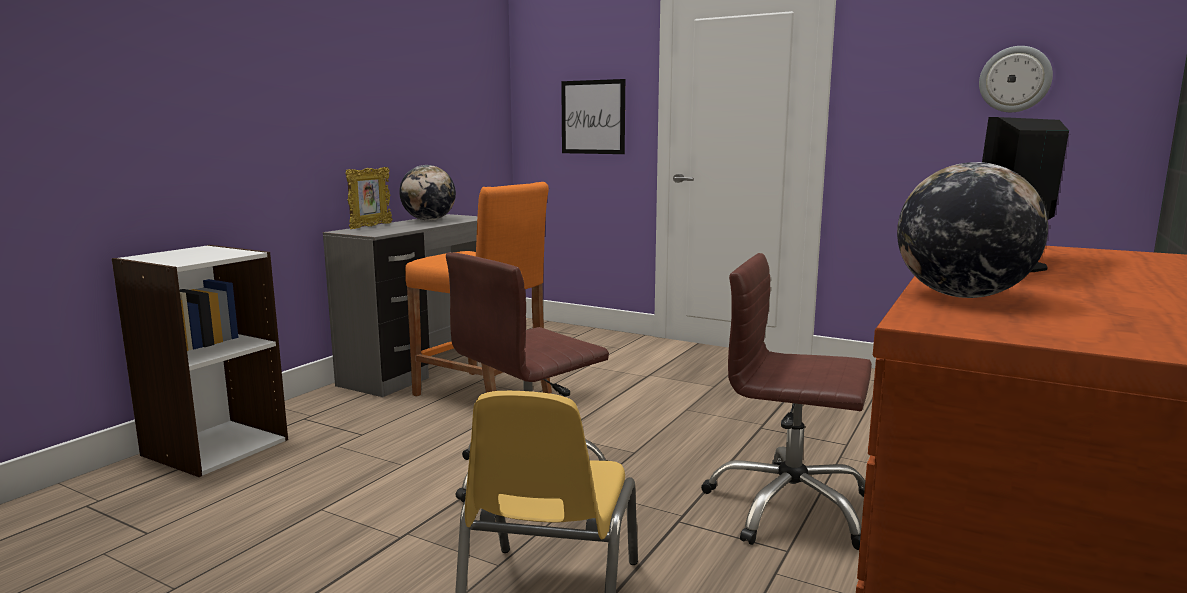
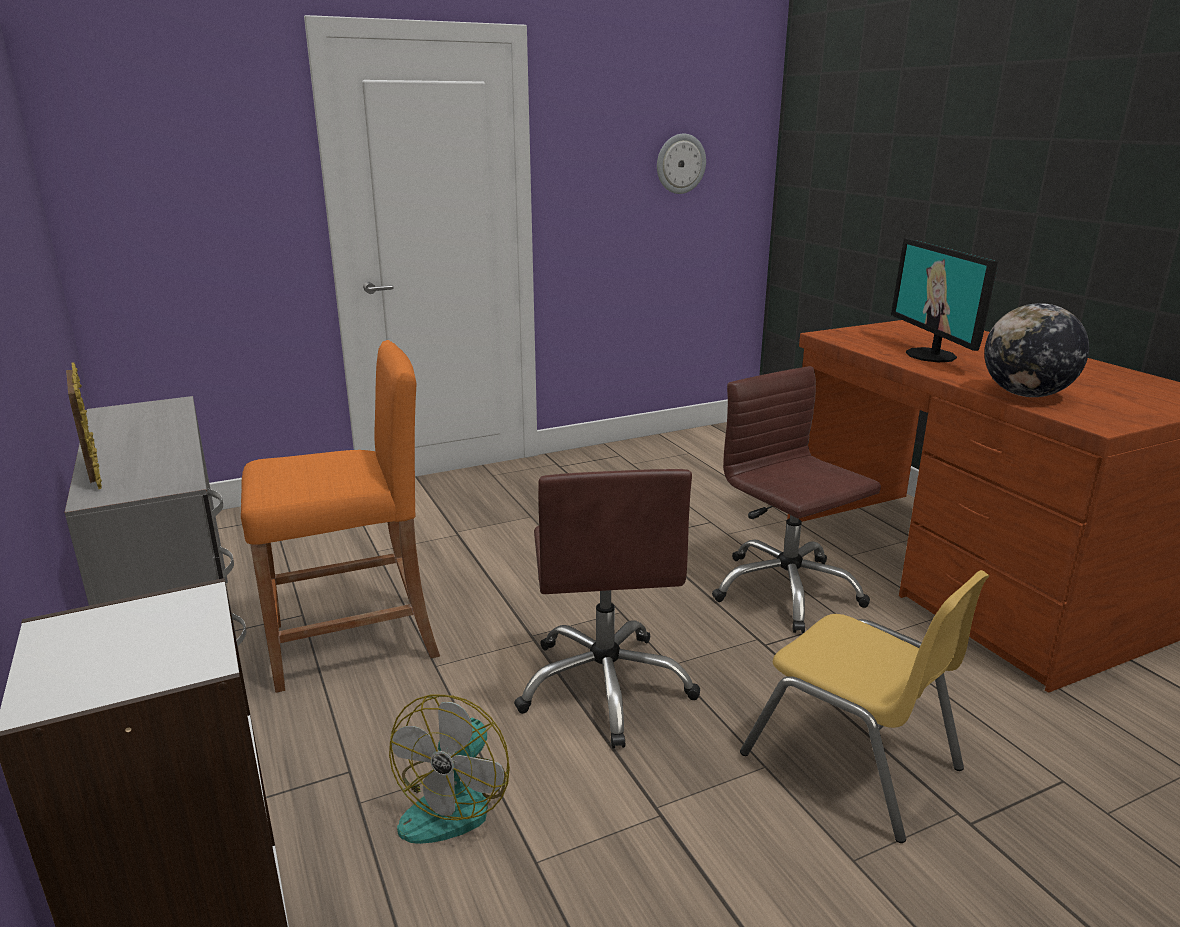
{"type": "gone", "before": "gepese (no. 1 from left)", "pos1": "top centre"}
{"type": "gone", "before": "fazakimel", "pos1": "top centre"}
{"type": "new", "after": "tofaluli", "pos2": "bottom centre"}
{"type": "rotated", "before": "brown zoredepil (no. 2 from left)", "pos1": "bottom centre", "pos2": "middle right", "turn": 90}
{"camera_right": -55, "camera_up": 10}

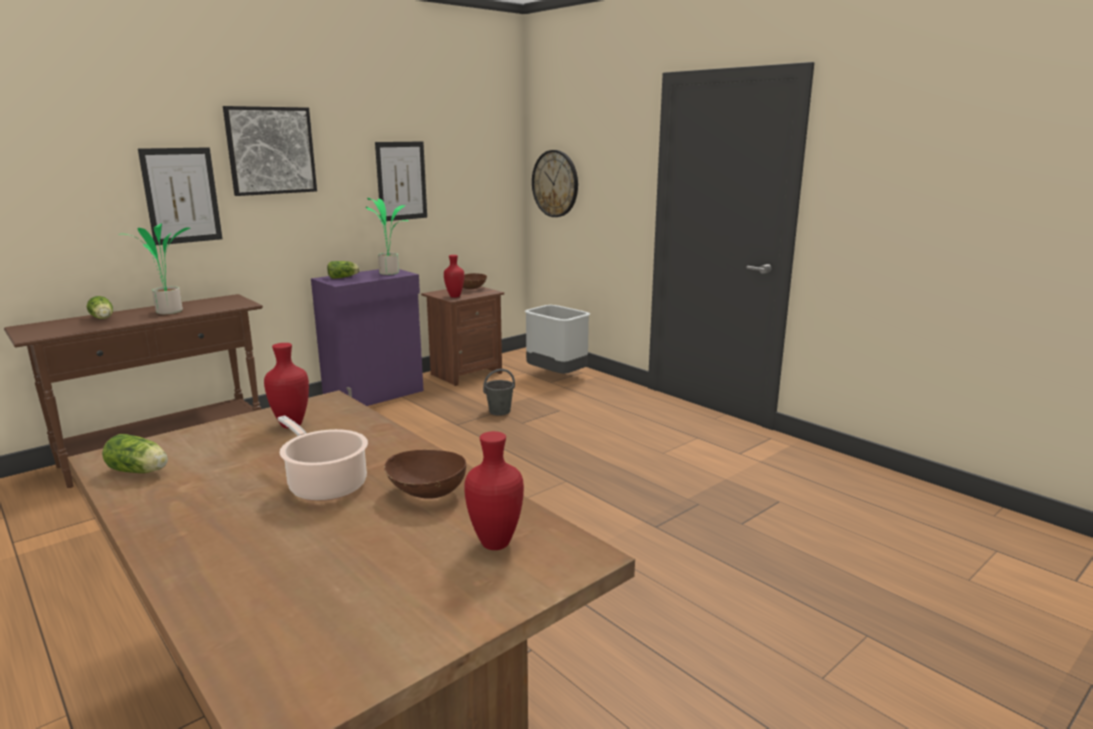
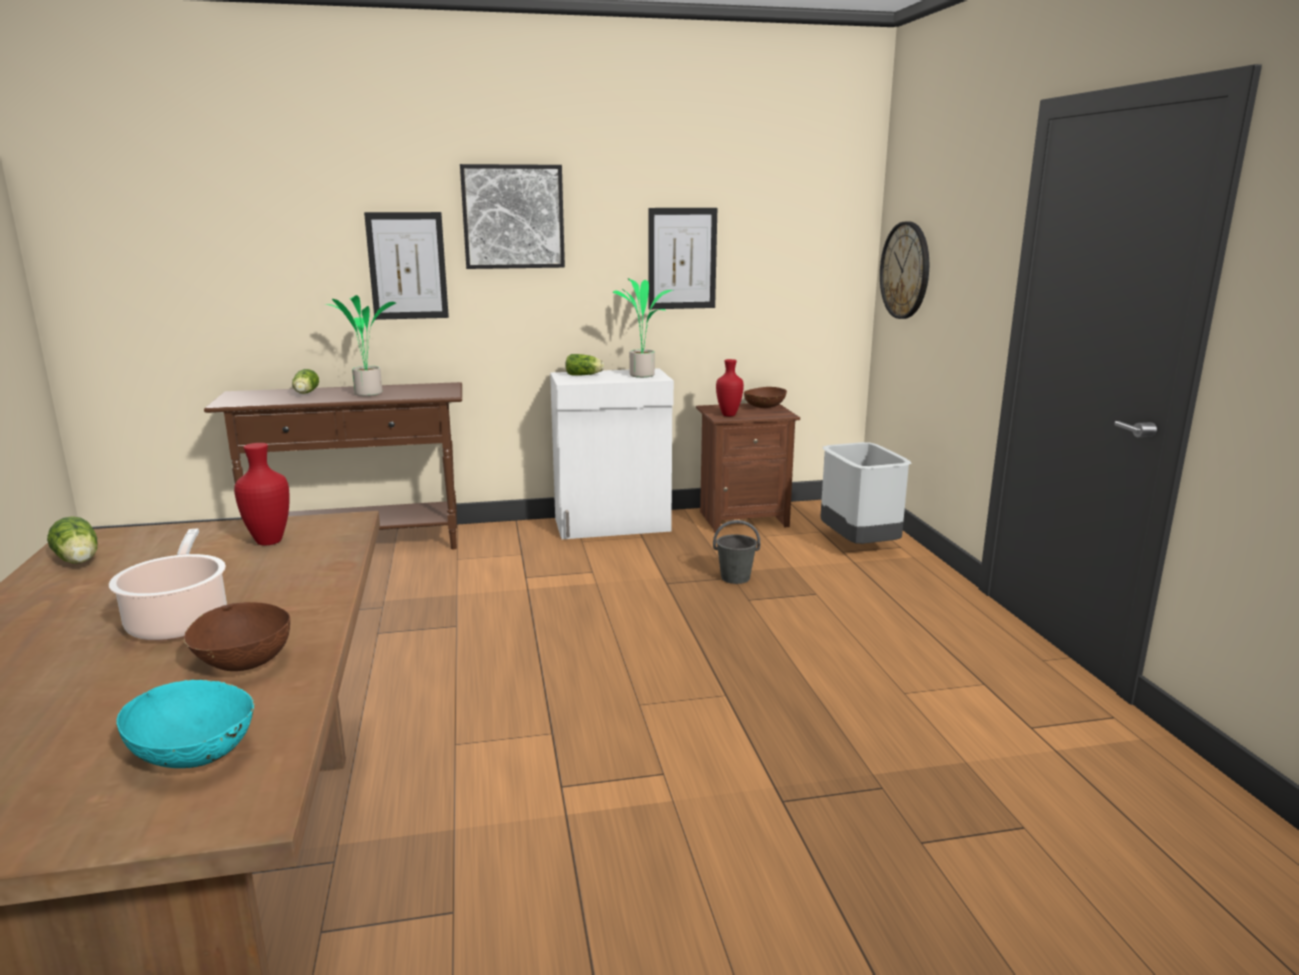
{"type": "swapped", "before": "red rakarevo (no. 3 from left)", "after": "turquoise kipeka", "pos1": "bottom centre", "pos2": "bottom left"}
{"type": "repainted", "before": "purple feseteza", "after": "white feseteza", "pos1": "centre", "pos2": "centre"}
{"camera_right": 30, "camera_up": 0}

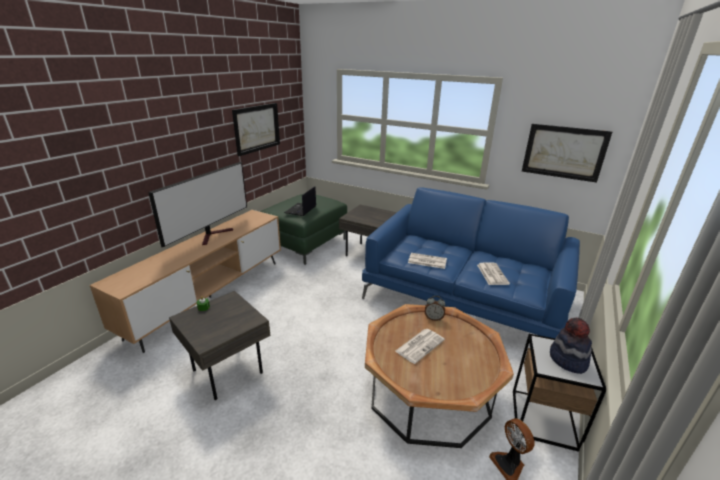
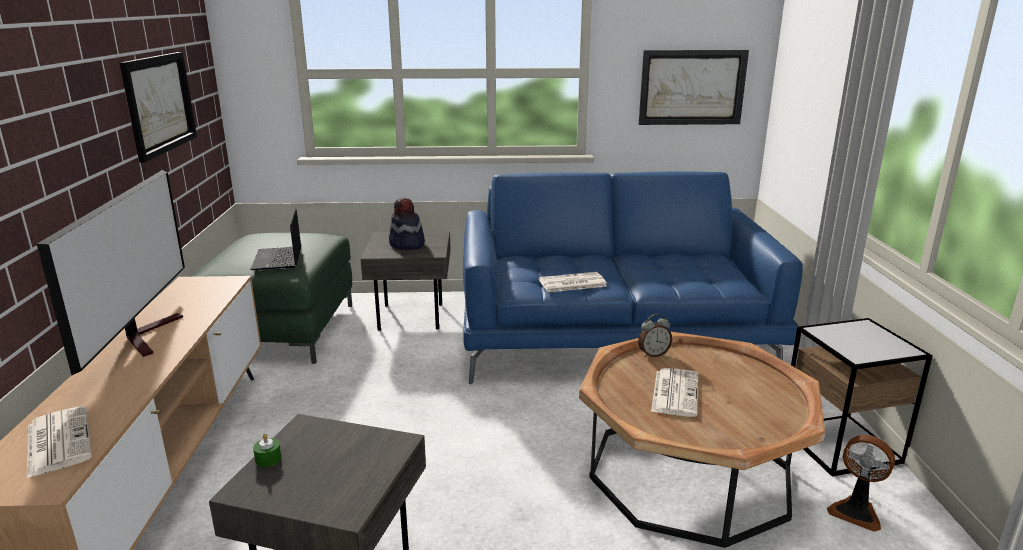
{"type": "shifted", "before": "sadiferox (no. 3 from left in the first image)", "after": "sadiferox (no. 1 from left)", "pos1": "middle right", "pos2": "bottom left"}
{"type": "shifted", "before": "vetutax", "pos1": "bottom right", "pos2": "centre"}
{"camera_right": -30, "camera_up": -5}

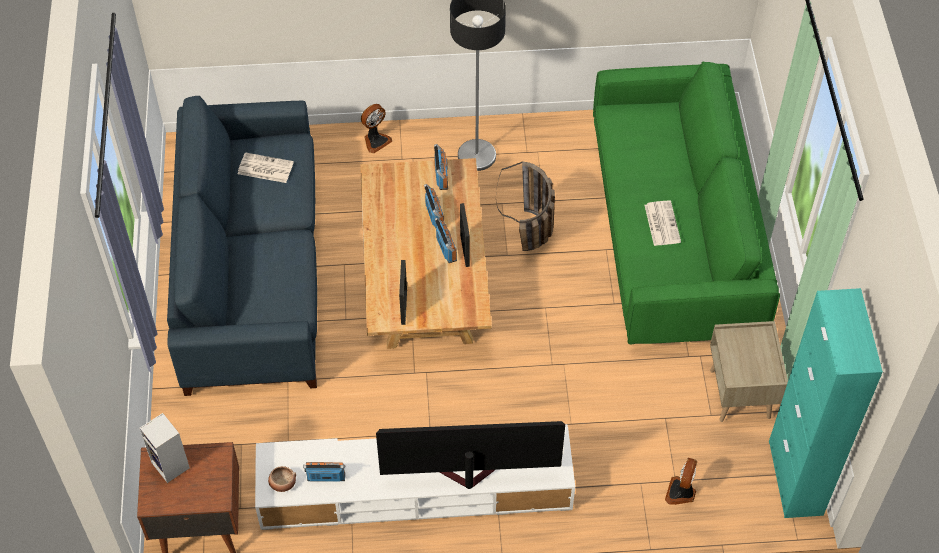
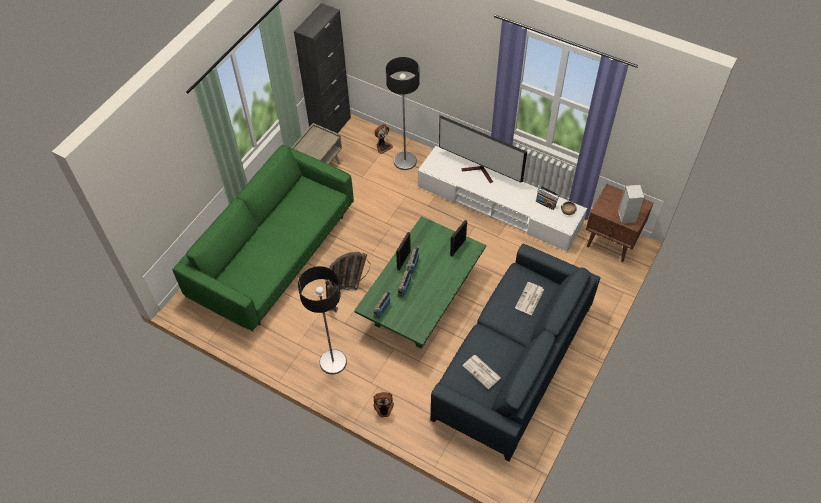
{"type": "new", "after": "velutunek (no. 2 from left)", "pos2": "top centre"}
{"type": "shifted", "before": "sadiferox (no. 2 from left)", "pos1": "middle right", "pos2": "centre"}
{"type": "repainted", "before": "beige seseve", "after": "green seseve", "pos1": "centre", "pos2": "centre"}
{"type": "repainted", "before": "turquoise feseteza", "after": "black feseteza", "pos1": "bottom right", "pos2": "top centre"}
{"camera_right": -145, "camera_up": 0}

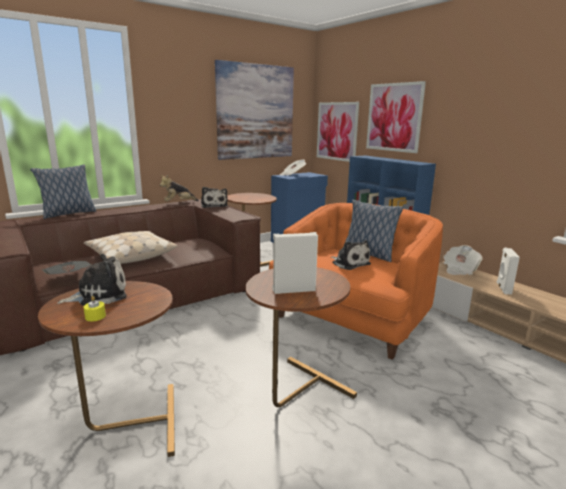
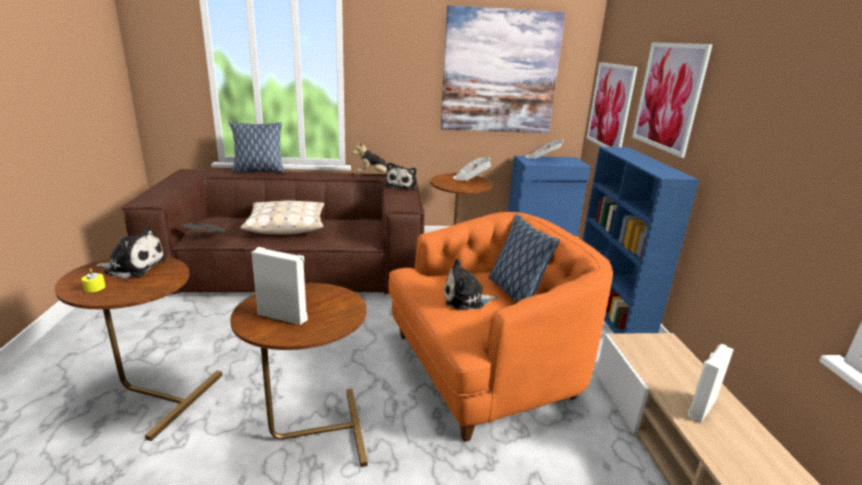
{"type": "shifted", "before": "sadiferox (no. 3 from left in the first image)", "after": "sadiferox (no. 2 from left)", "pos1": "middle right", "pos2": "centre"}
{"type": "rotated", "before": "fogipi (no. 4 from left)", "pos1": "centre", "pos2": "centre", "turn": 90}
{"camera_right": 30, "camera_up": 5}

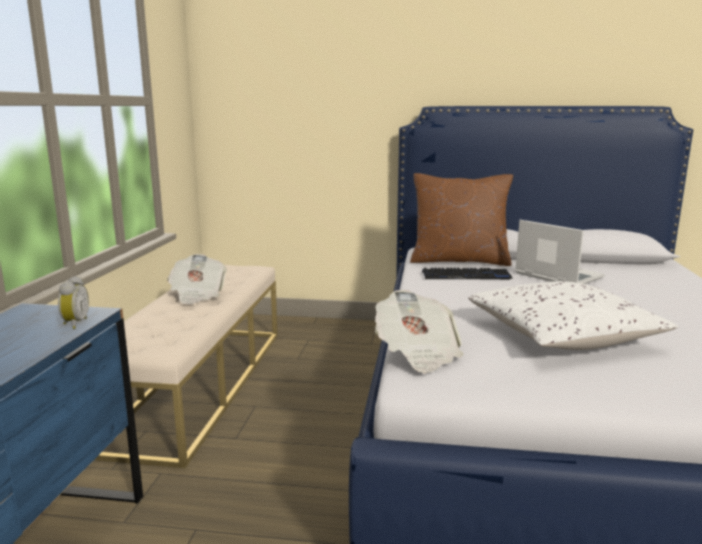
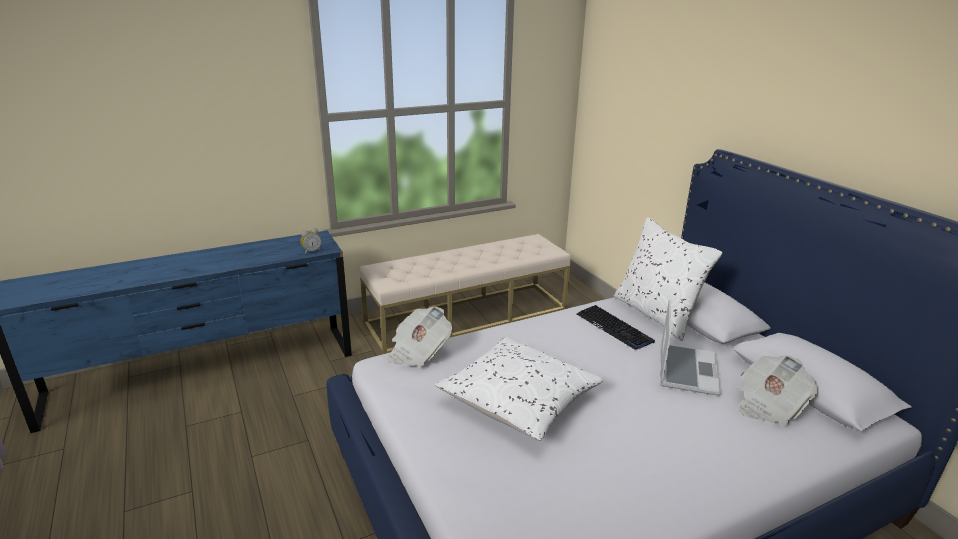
{"type": "shifted", "before": "sadiferox (no. 1 from left in the first image)", "after": "sadiferox (no. 2 from left)", "pos1": "middle left", "pos2": "bottom right"}
{"type": "repainted", "before": "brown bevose", "after": "white bevose (no. 2 from left)", "pos1": "centre", "pos2": "middle right"}
{"camera_right": 55, "camera_up": 10}

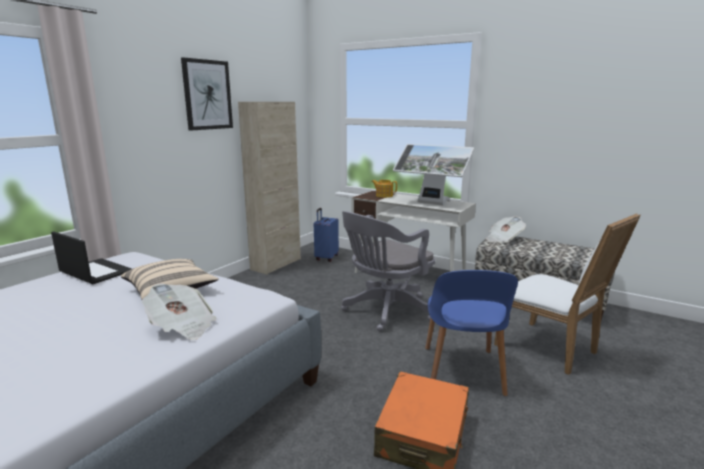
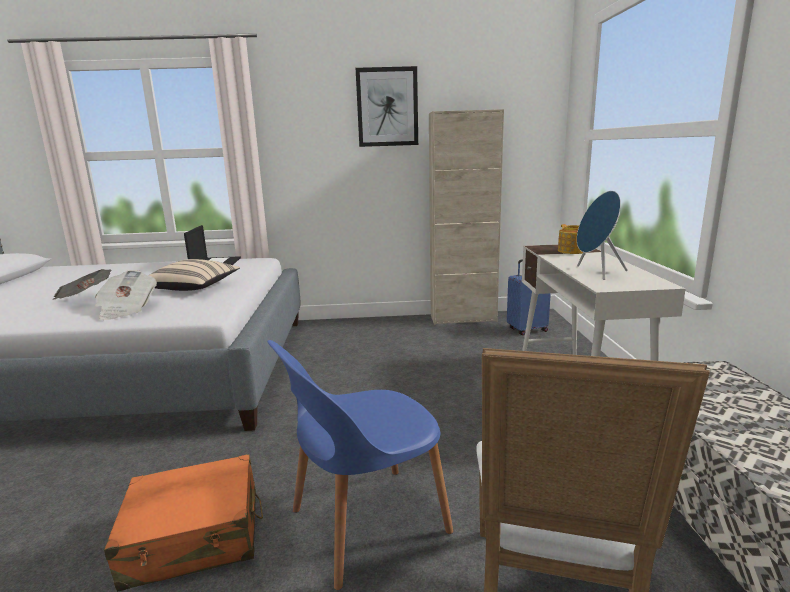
{"type": "gone", "before": "grey zoredepil", "pos1": "centre"}
{"type": "shifted", "before": "sadiferox (no. 2 from left in the first image)", "after": "sadiferox (no. 1 from left)", "pos1": "middle right", "pos2": "middle left"}
{"type": "swapped", "before": "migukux", "after": "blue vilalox", "pos1": "centre", "pos2": "middle right"}
{"camera_right": 55, "camera_up": 0}

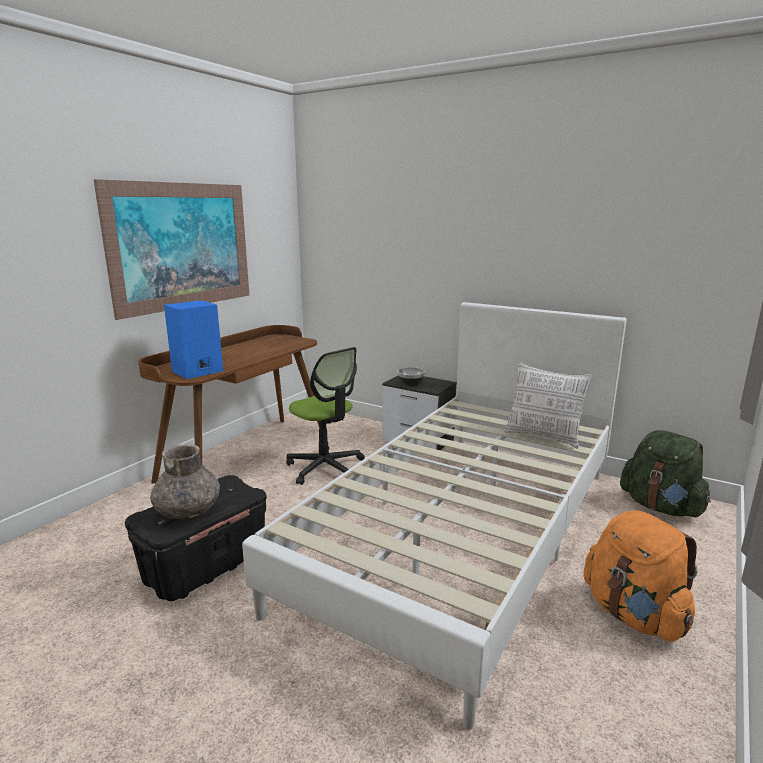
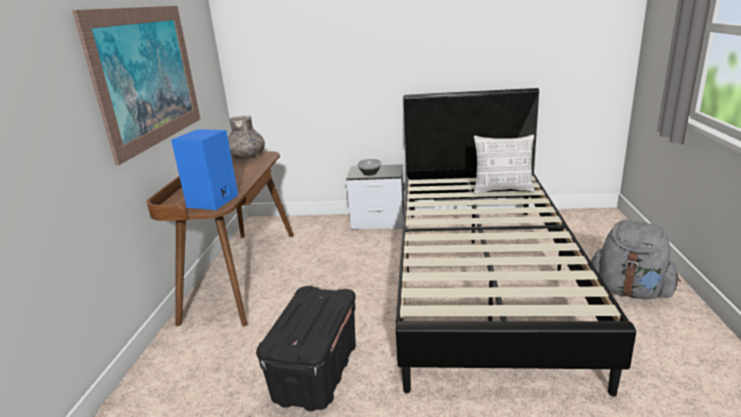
{"type": "gone", "before": "zoredepil", "pos1": "centre"}
{"type": "gone", "before": "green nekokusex", "pos1": "middle right"}
{"type": "shifted", "before": "grey rakarevo", "pos1": "middle left", "pos2": "top left"}
{"type": "repainted", "before": "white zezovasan", "after": "black zezovasan", "pos1": "bottom centre", "pos2": "middle right"}
{"type": "repainted", "before": "orange nekokusex", "after": "grey nekokusex", "pos1": "bottom right", "pos2": "middle right"}
{"camera_right": -25, "camera_up": 5}

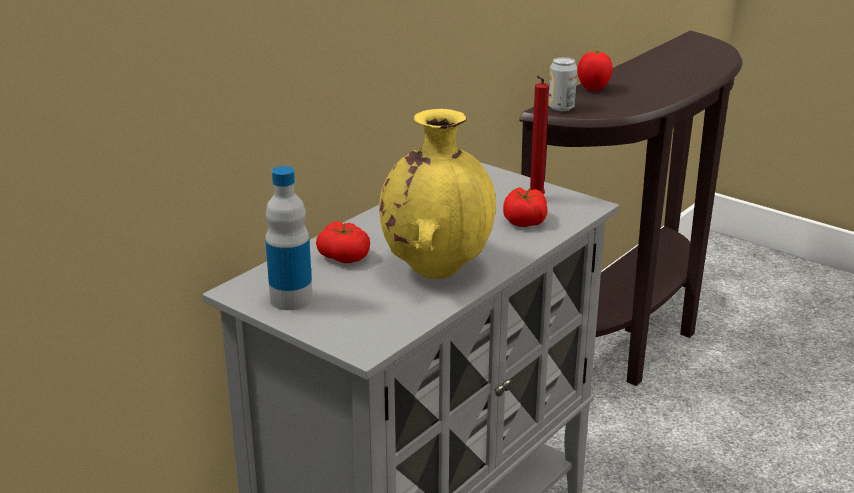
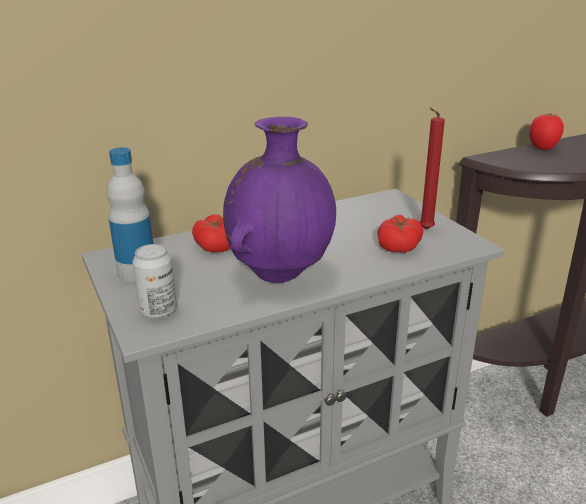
{"type": "shifted", "before": "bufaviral", "pos1": "top centre", "pos2": "middle left"}
{"type": "repainted", "before": "yellow rakarevo", "after": "purple rakarevo", "pos1": "centre", "pos2": "centre"}
{"camera_right": 25, "camera_up": 0}

